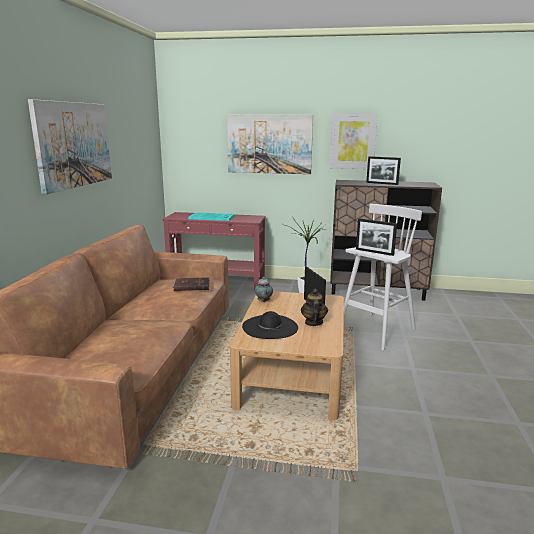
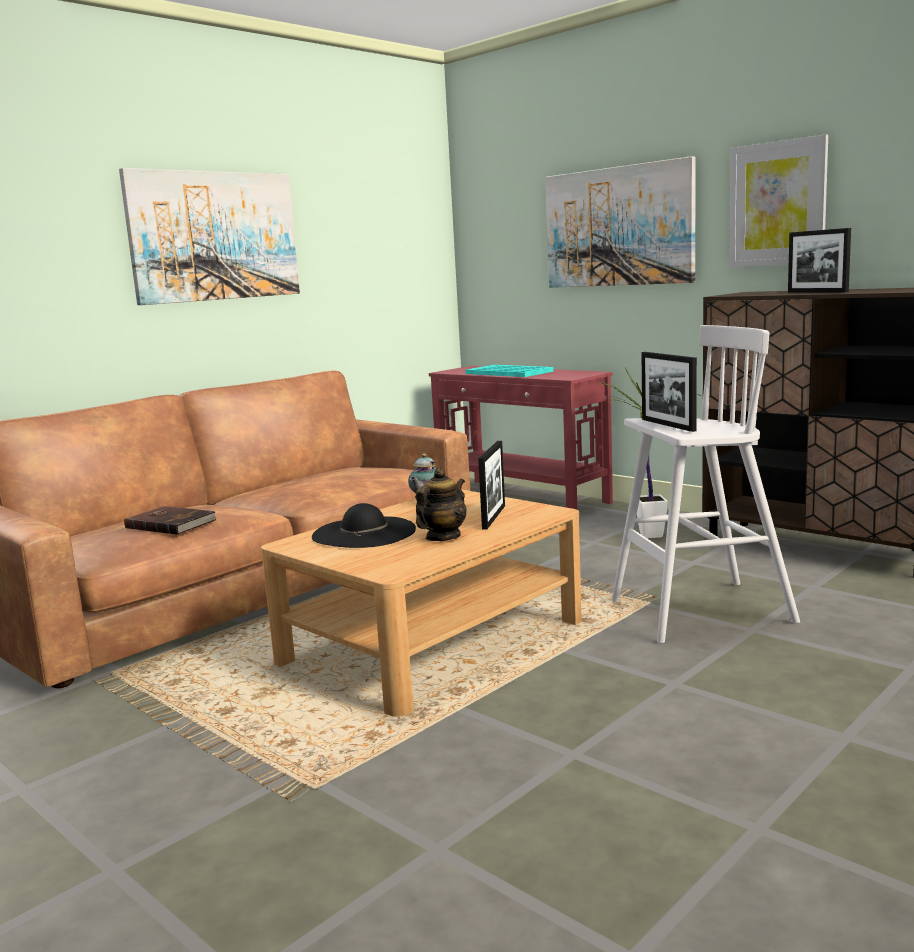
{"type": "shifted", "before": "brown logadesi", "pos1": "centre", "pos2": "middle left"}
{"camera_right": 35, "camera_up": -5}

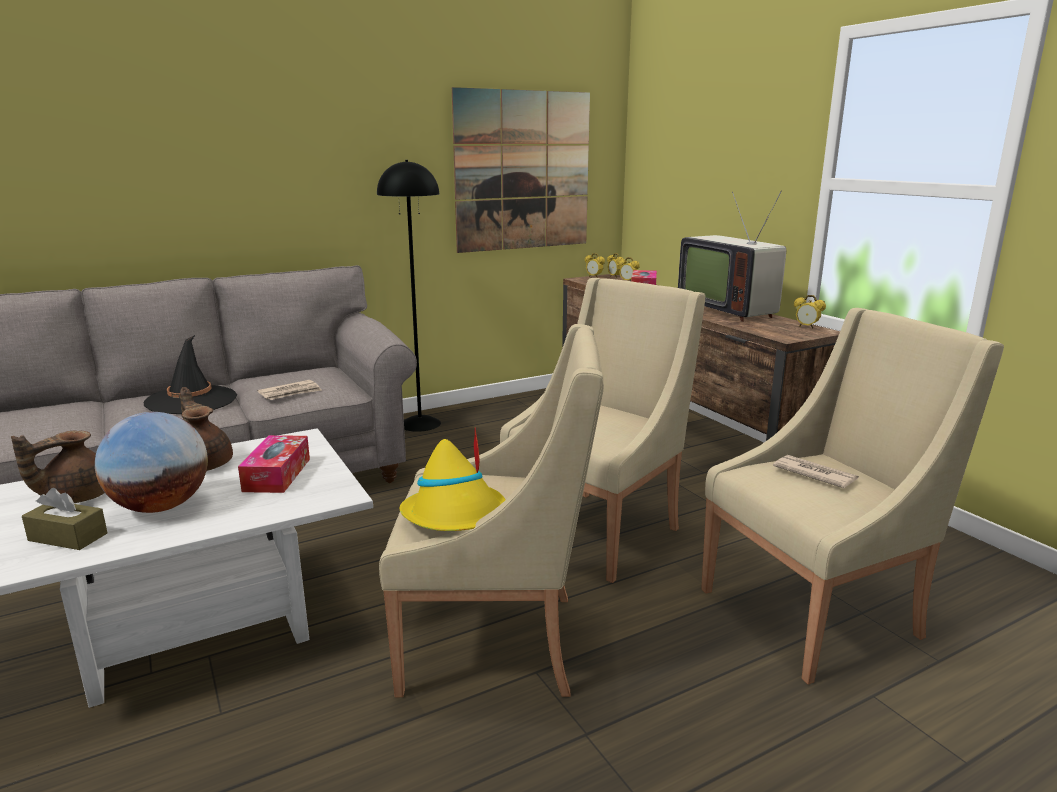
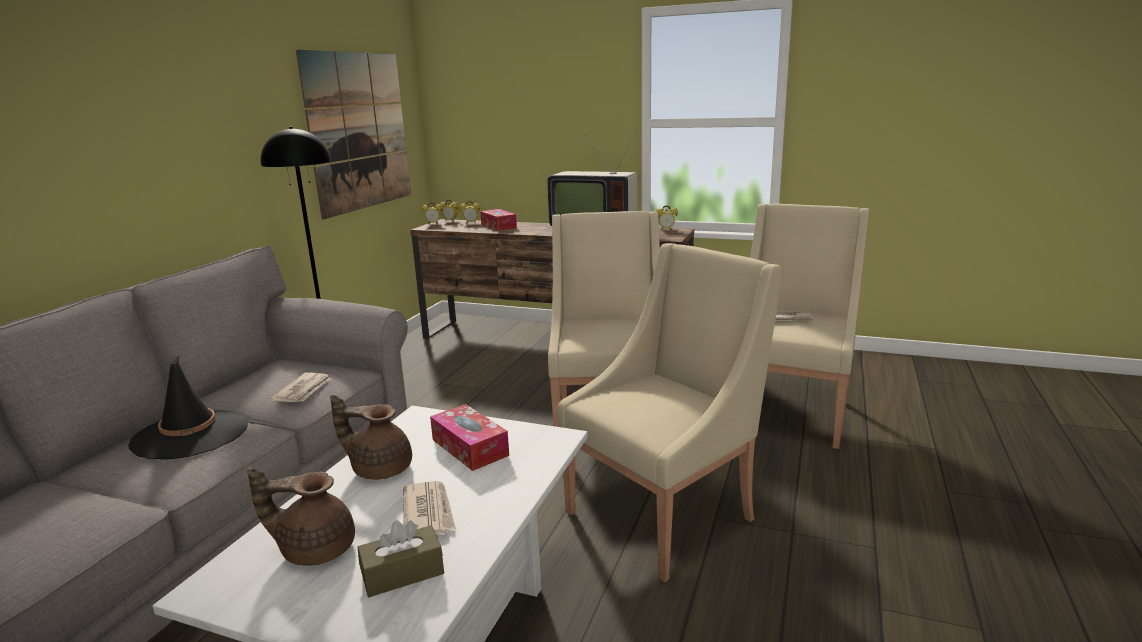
{"type": "gone", "before": "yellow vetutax", "pos1": "centre"}
{"type": "swapped", "before": "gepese", "after": "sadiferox (no. 2 from left)", "pos1": "middle left", "pos2": "bottom centre"}
{"type": "rotated", "before": "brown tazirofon (no. 1 from left)", "pos1": "middle left", "pos2": "bottom left", "turn": 90}
{"camera_right": -40, "camera_up": 0}

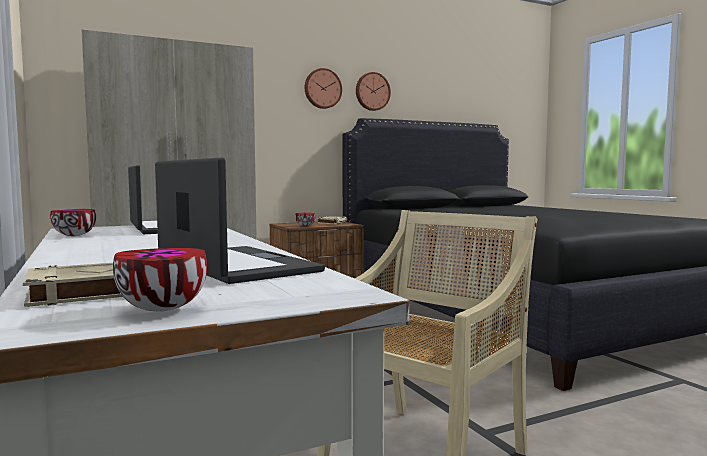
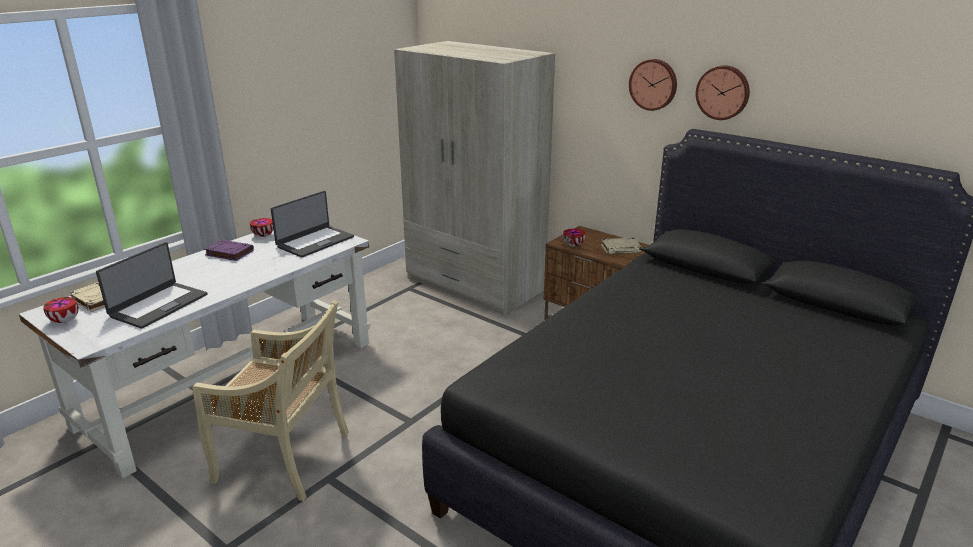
{"type": "new", "after": "purple logadesi", "pos2": "middle left"}
{"camera_right": 65, "camera_up": 20}

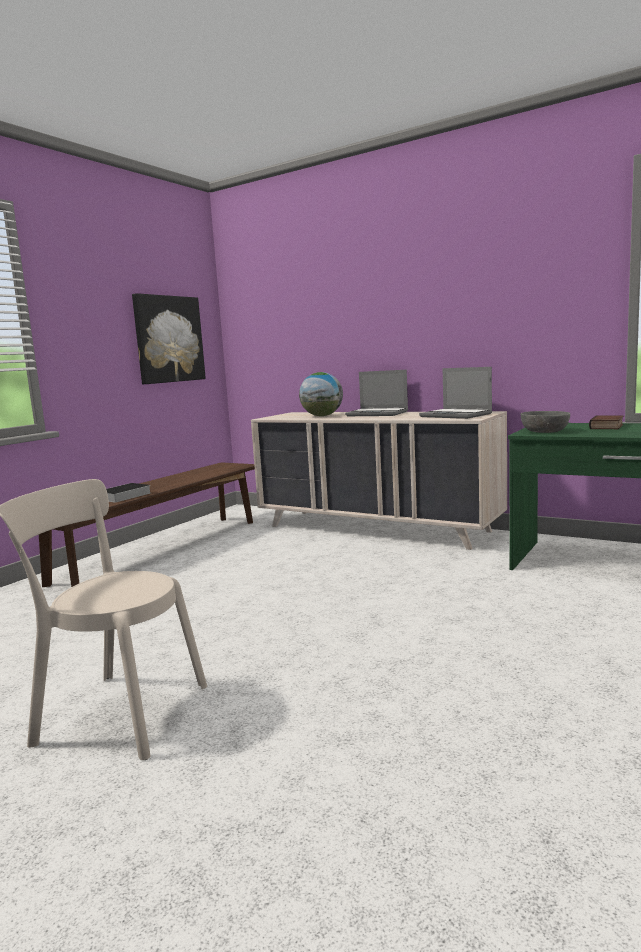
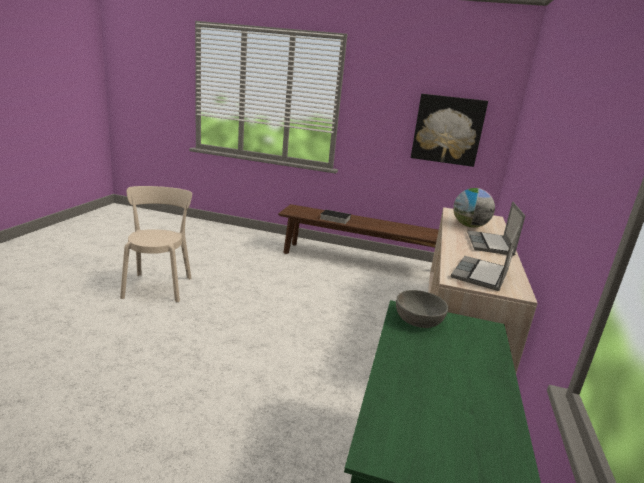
{"type": "gone", "before": "logadesi (no. 2 from left)", "pos1": "middle right"}
{"camera_right": 70, "camera_up": 10}

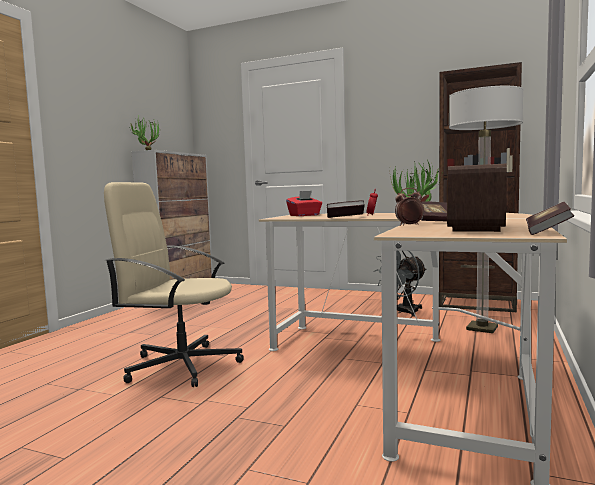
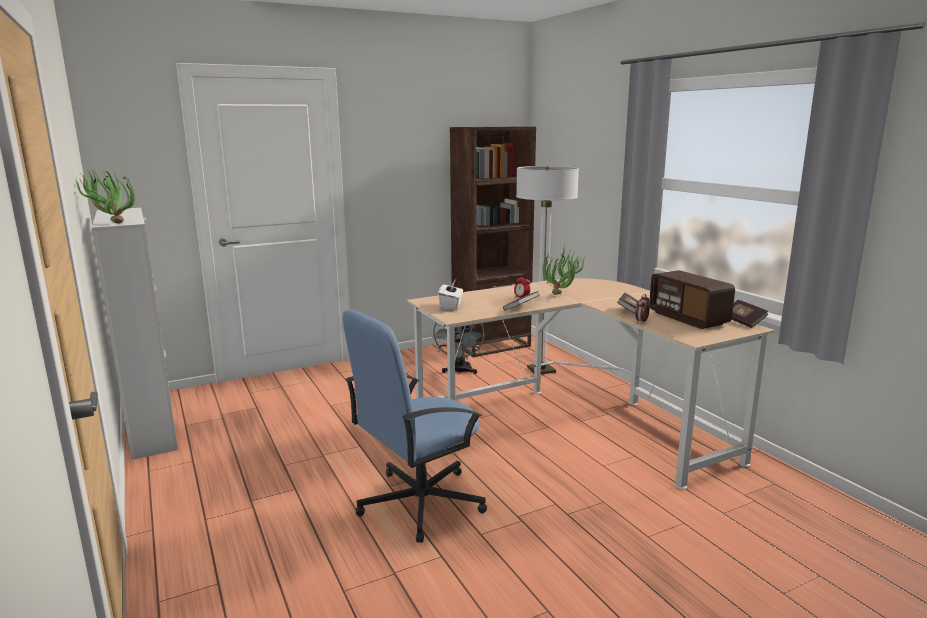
{"type": "repainted", "before": "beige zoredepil", "after": "blue zoredepil", "pos1": "middle left", "pos2": "bottom centre"}
{"type": "repainted", "before": "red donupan", "after": "white donupan", "pos1": "centre", "pos2": "centre"}
{"camera_right": -50, "camera_up": 10}

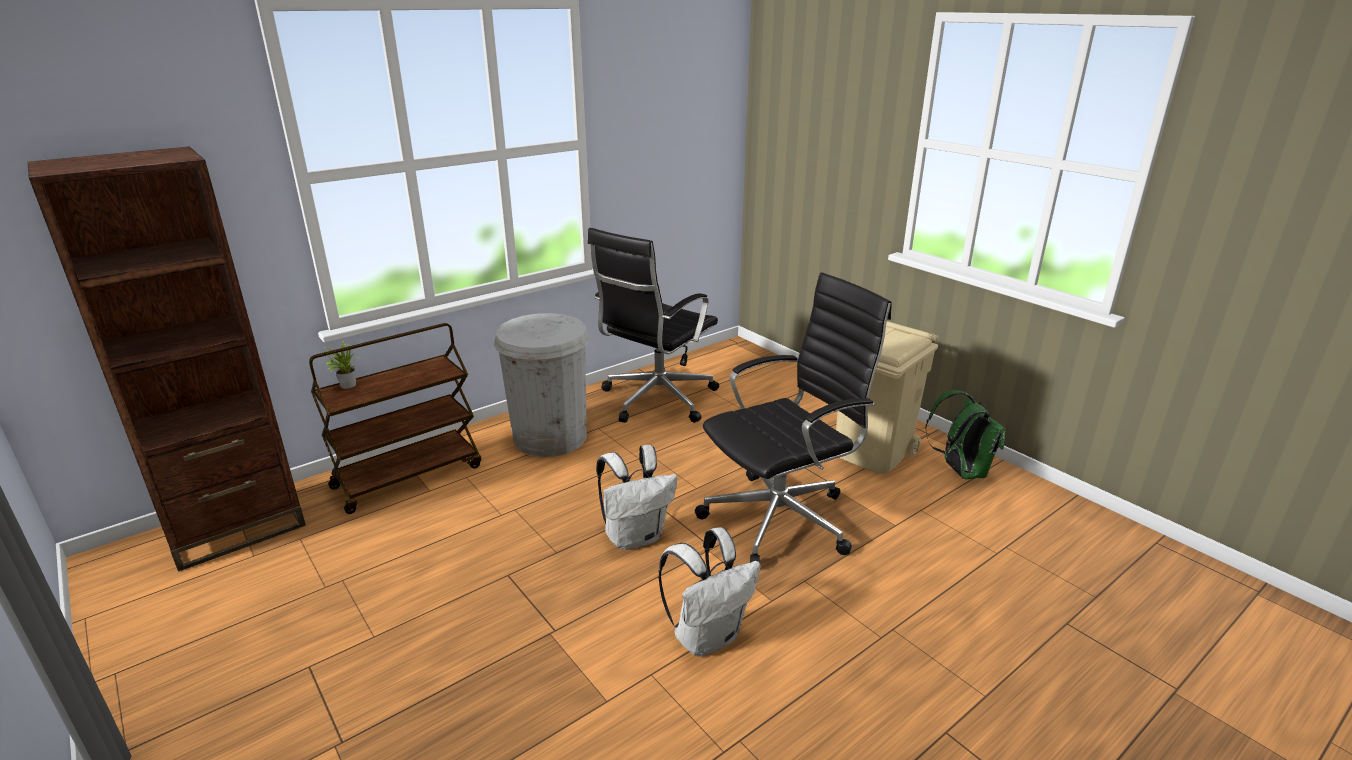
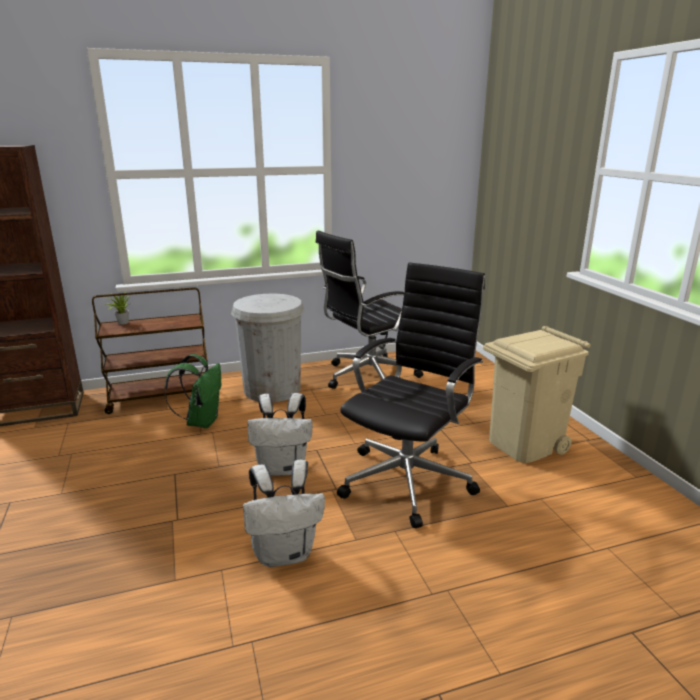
{"type": "shifted", "before": "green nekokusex", "pos1": "middle right", "pos2": "middle left"}
{"type": "rotated", "before": "black zoredepil (no. 2 from left)", "pos1": "centre", "pos2": "centre", "turn": -45}
{"camera_right": 20, "camera_up": -5}

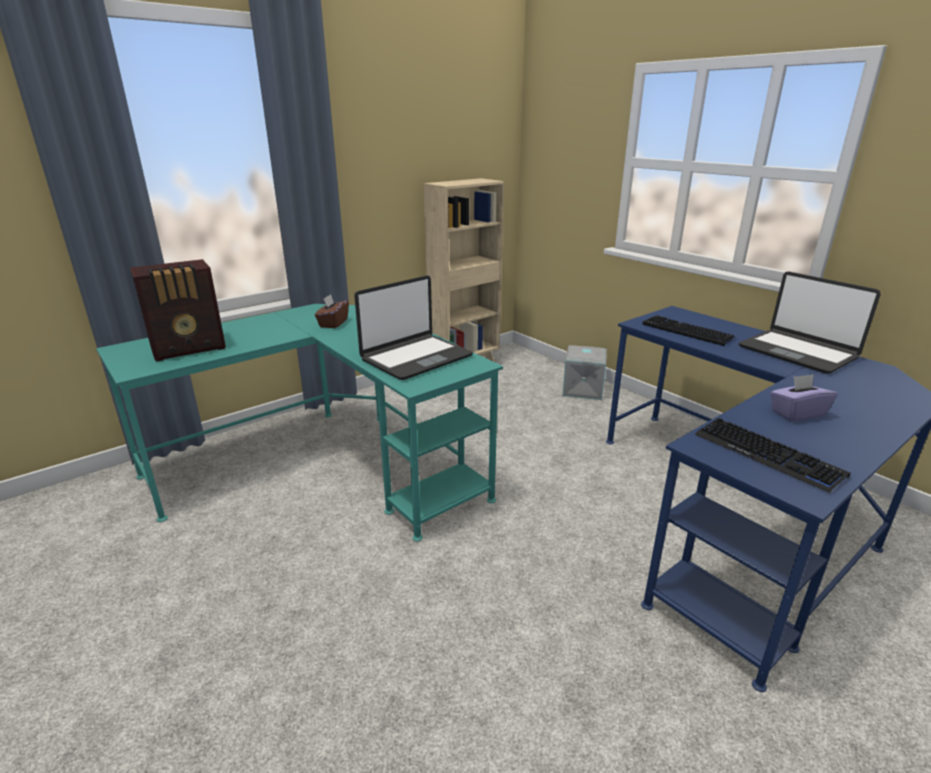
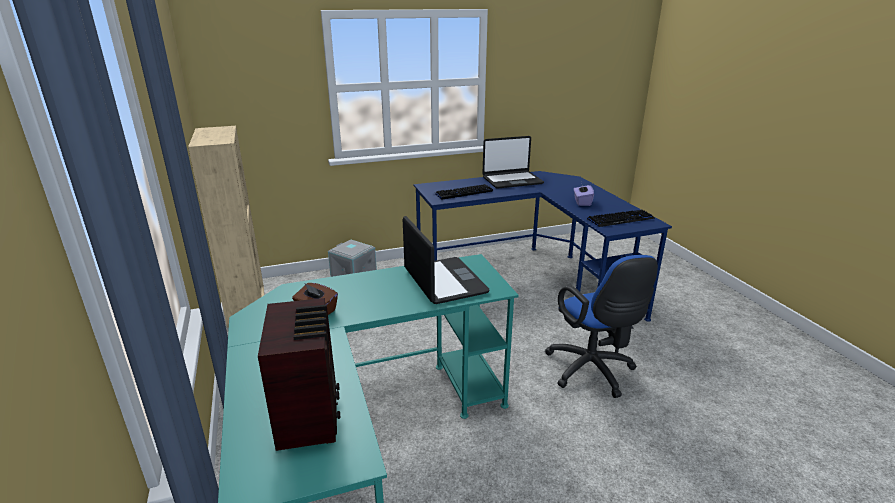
{"type": "new", "after": "blue zoredepil", "pos2": "middle right"}
{"camera_right": -70, "camera_up": 0}

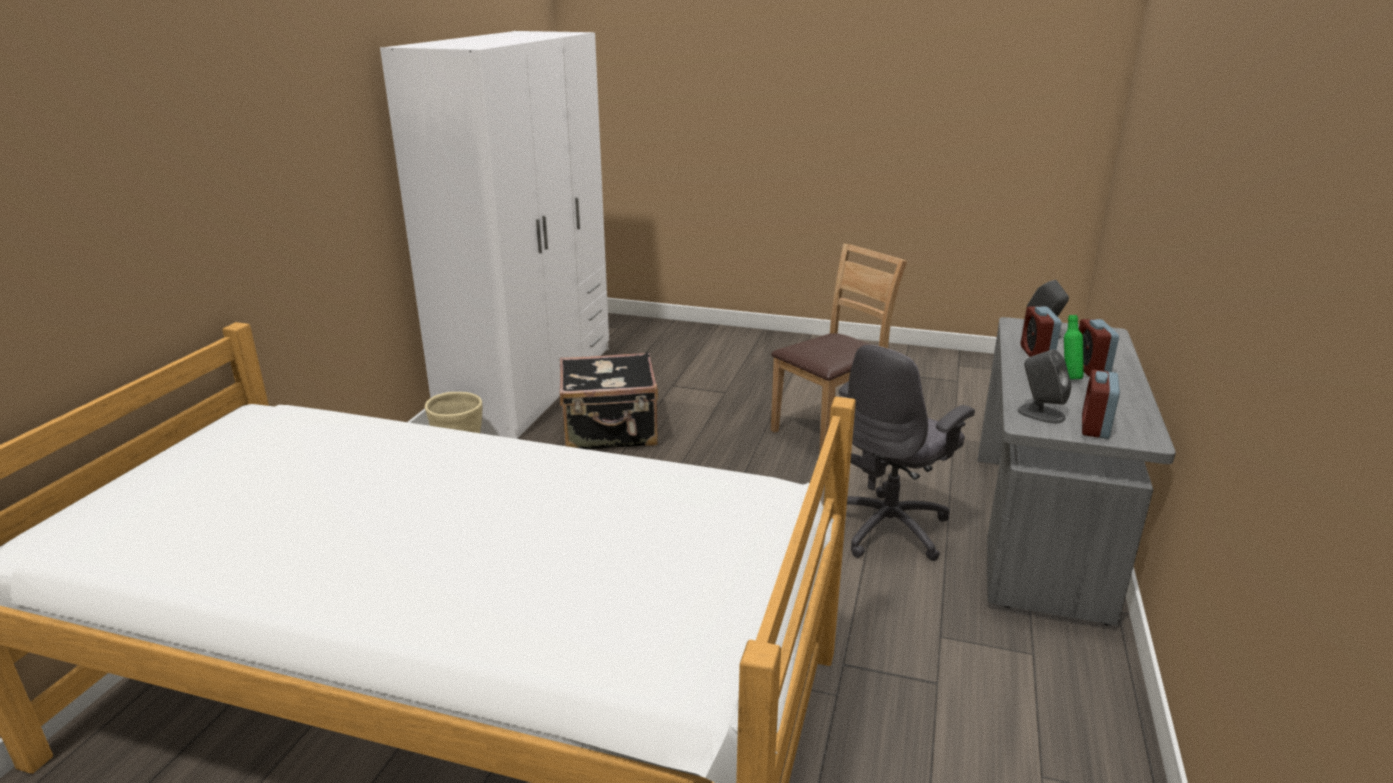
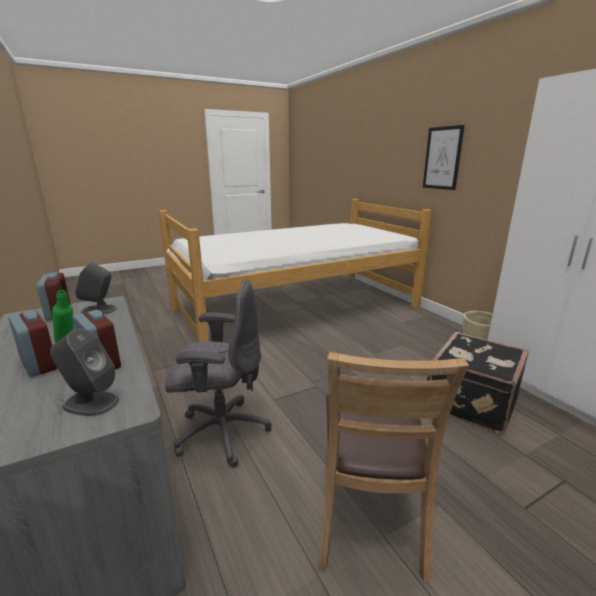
{"type": "new", "after": "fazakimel", "pos2": "top right"}
{"type": "rotated", "before": "grey zoredepil", "pos1": "centre", "pos2": "centre", "turn": 90}
{"camera_right": 135, "camera_up": -5}

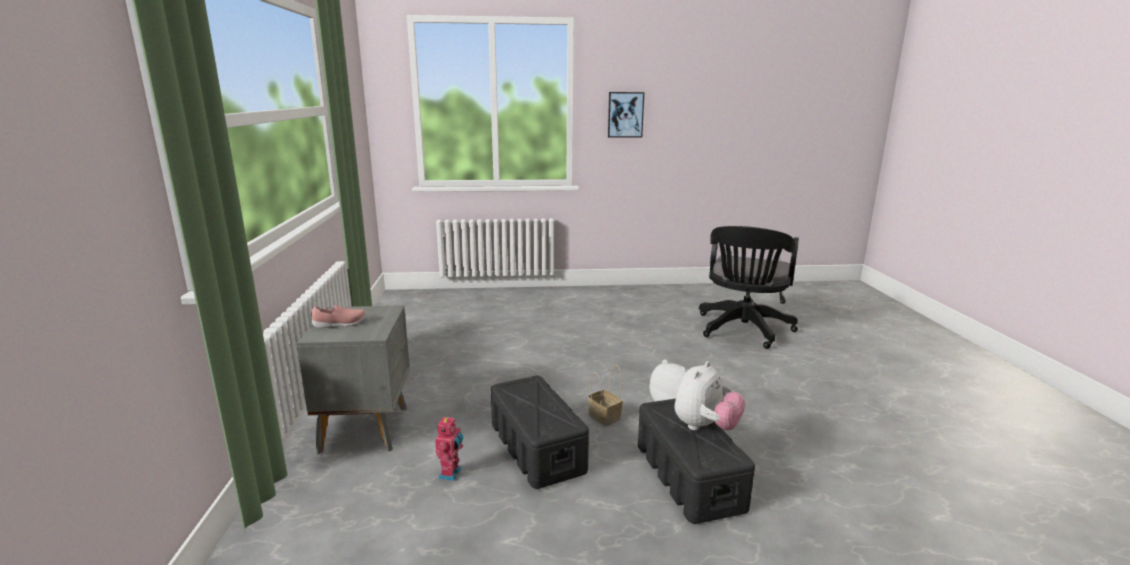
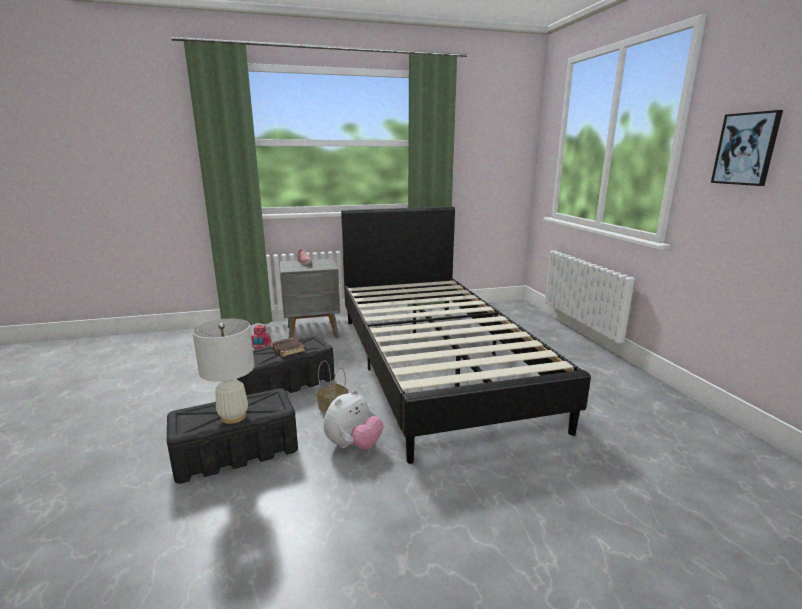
{"type": "gone", "before": "black zoredepil", "pos1": "centre"}
{"type": "new", "after": "brown logadesi", "pos2": "centre"}
{"type": "new", "after": "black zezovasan", "pos2": "centre"}
{"type": "swapped", "before": "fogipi (no. 2 from left)", "after": "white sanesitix", "pos1": "bottom centre", "pos2": "middle left"}
{"camera_right": 80, "camera_up": 0}

